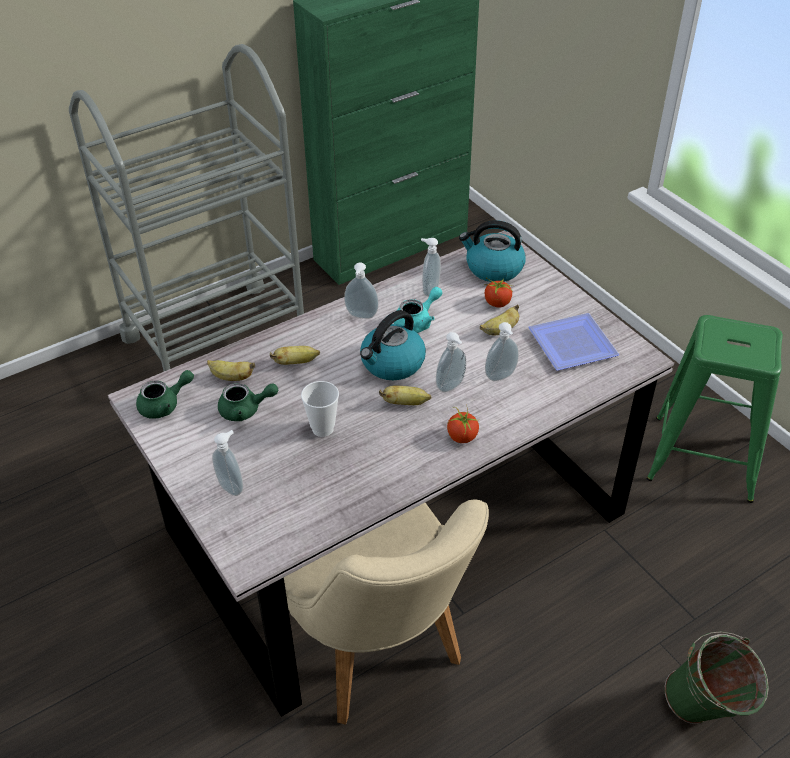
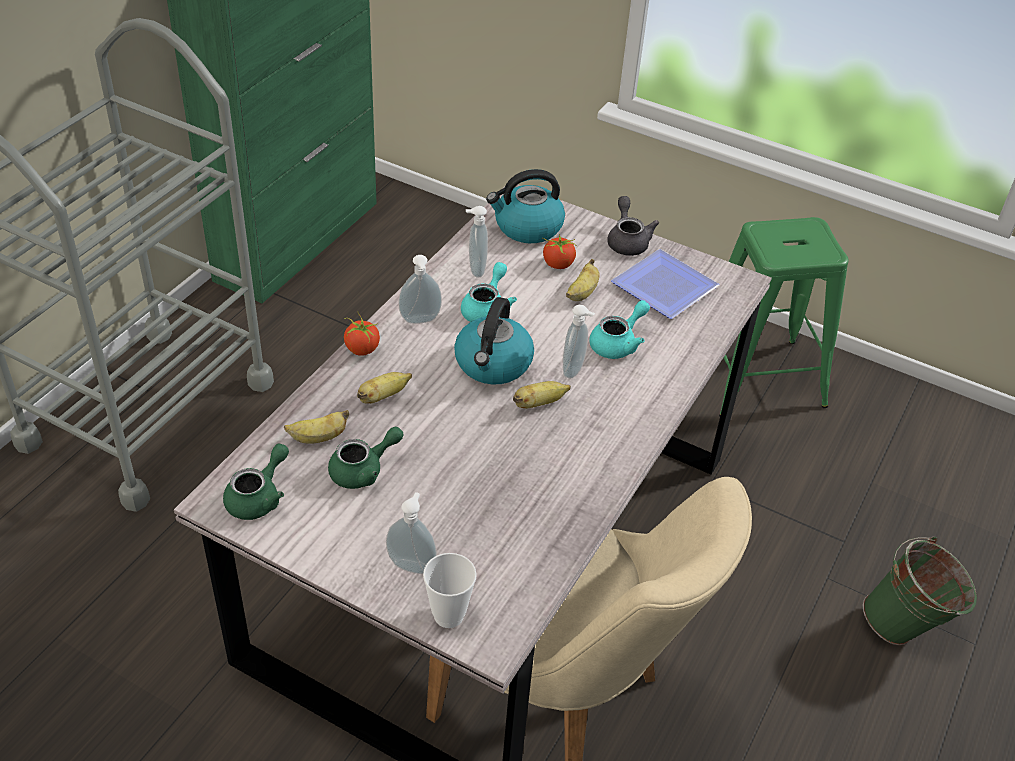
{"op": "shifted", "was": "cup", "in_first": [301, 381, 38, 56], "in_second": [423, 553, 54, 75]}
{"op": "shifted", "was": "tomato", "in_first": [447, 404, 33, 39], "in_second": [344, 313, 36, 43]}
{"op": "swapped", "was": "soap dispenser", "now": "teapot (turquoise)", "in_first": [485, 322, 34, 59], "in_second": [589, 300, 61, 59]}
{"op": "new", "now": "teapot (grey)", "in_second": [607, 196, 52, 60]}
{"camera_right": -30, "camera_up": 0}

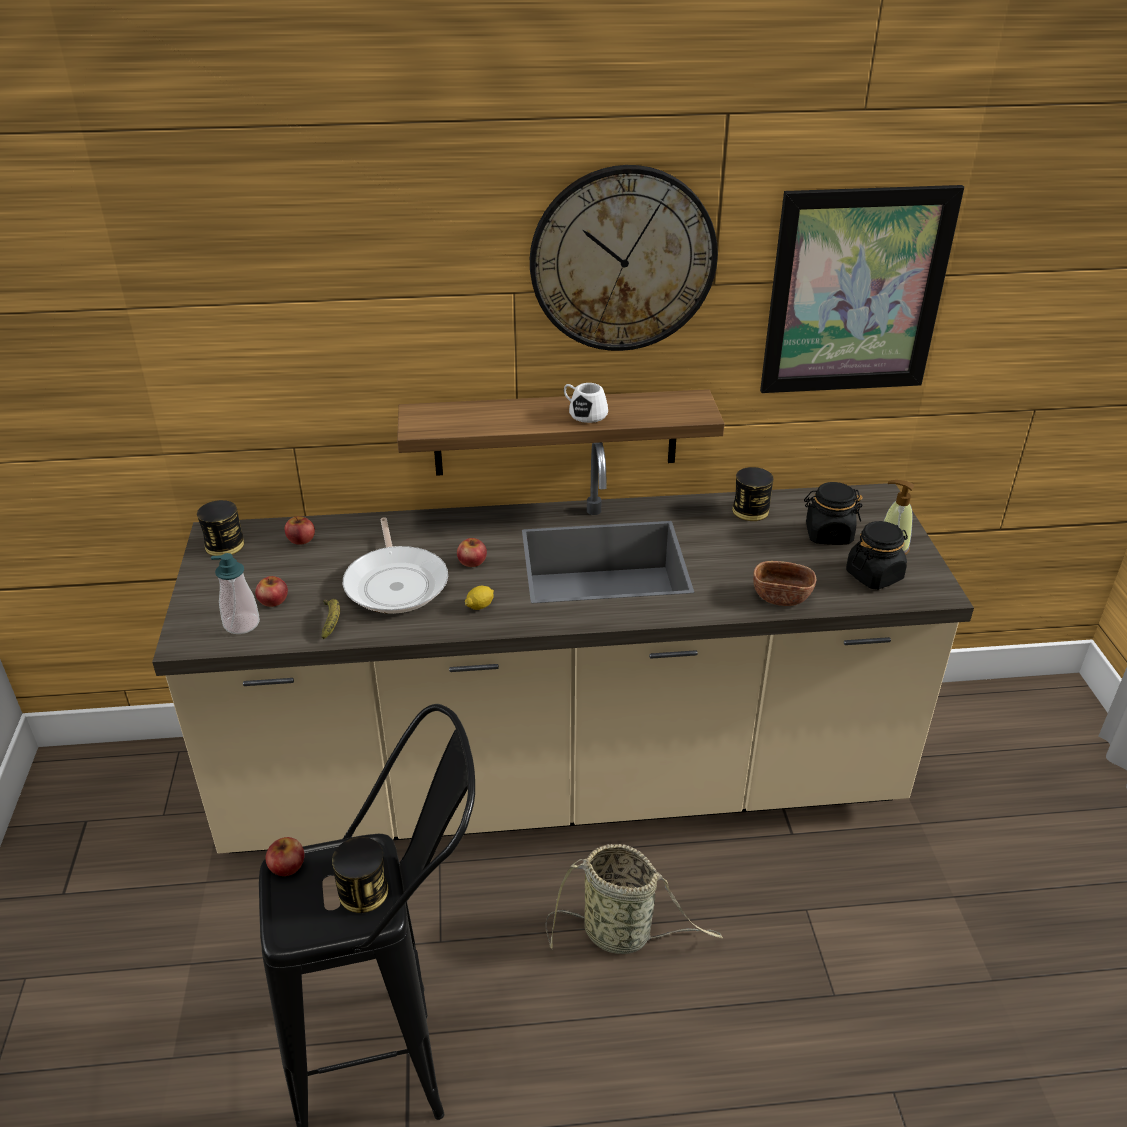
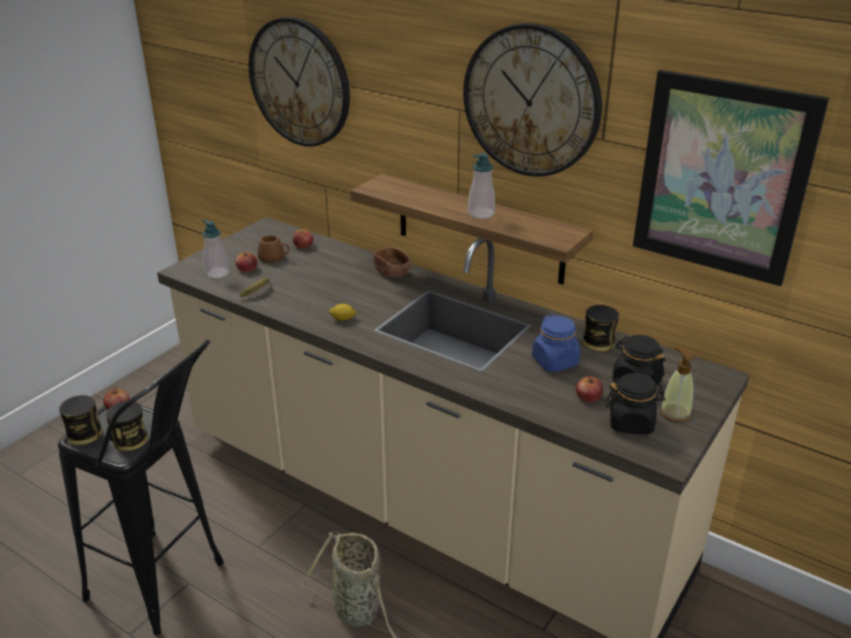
{"op": "shifted", "was": "can", "in_first": [197, 500, 47, 56], "in_second": [59, 395, 43, 50]}
{"op": "gone", "was": "frying pan", "in_first": [343, 517, 105, 97]}
{"op": "shifted", "was": "apple", "in_first": [457, 538, 30, 29], "in_second": [576, 376, 27, 26]}
{"op": "swapped", "was": "mug (white)", "now": "soap dispenser", "in_first": [564, 383, 44, 40], "in_second": [468, 153, 27, 66]}
{"op": "shifted", "was": "bowl (brown)", "in_first": [753, 561, 63, 45], "in_second": [374, 247, 37, 31]}
{"op": "new", "now": "wall clock", "in_second": [249, 17, 101, 130]}
{"op": "new", "now": "mug (brown)", "in_second": [257, 235, 32, 27]}
{"op": "new", "now": "jar (blue)", "in_second": [532, 314, 48, 58]}
{"camera_right": 40, "camera_up": -5}

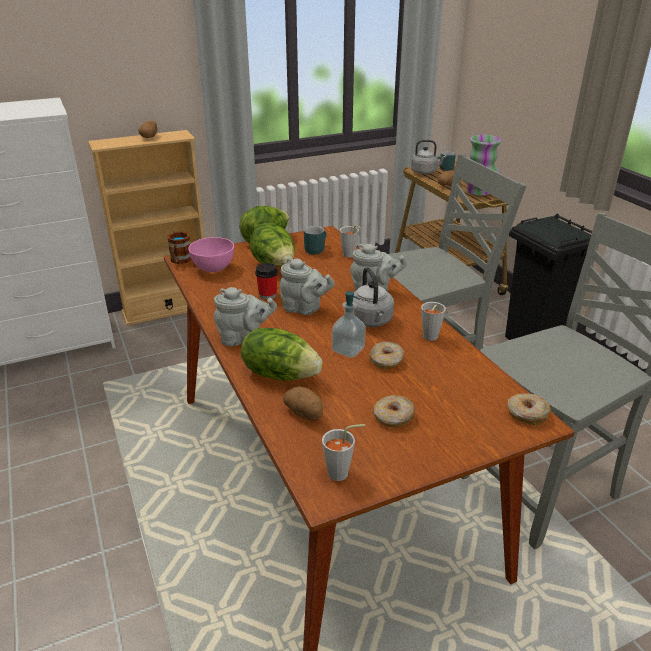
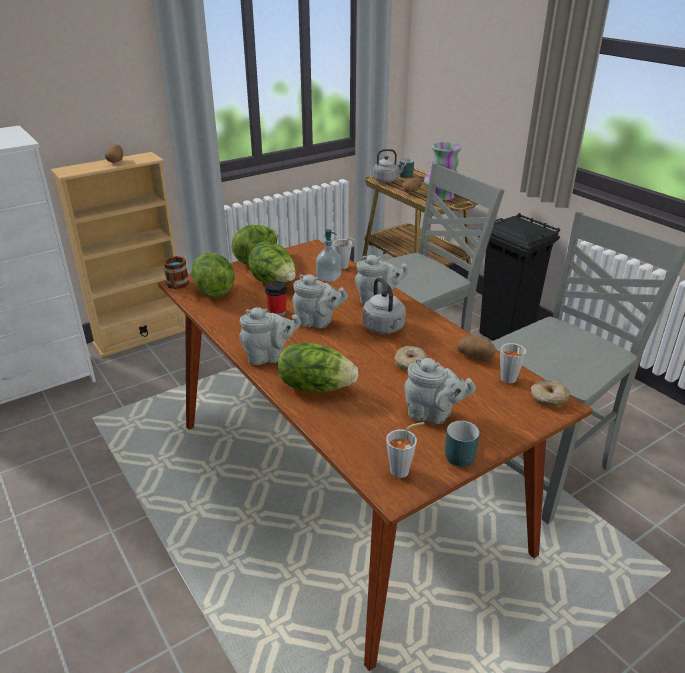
{"op": "swapped", "was": "bowl (pink)", "now": "lettuce", "in_first": [188, 237, 46, 35], "in_second": [191, 253, 44, 45]}
{"op": "shifted", "was": "potato", "in_first": [283, 386, 40, 35], "in_second": [457, 335, 39, 26]}
{"op": "shifted", "was": "mug (turquoise)", "in_first": [304, 226, 23, 29], "in_second": [445, 421, 35, 46]}
{"op": "shifted", "was": "soap dispenser", "in_first": [332, 291, 34, 67], "in_second": [316, 229, 25, 53]}
{"op": "swapped", "was": "donut", "now": "teapot (grey)", "in_first": [373, 395, 42, 32], "in_second": [404, 358, 72, 66]}
{"op": "shifted", "was": "cup (grey)", "in_first": [421, 302, 25, 39], "in_second": [500, 343, 26, 40]}
{"camera_right": -10, "camera_up": 0}

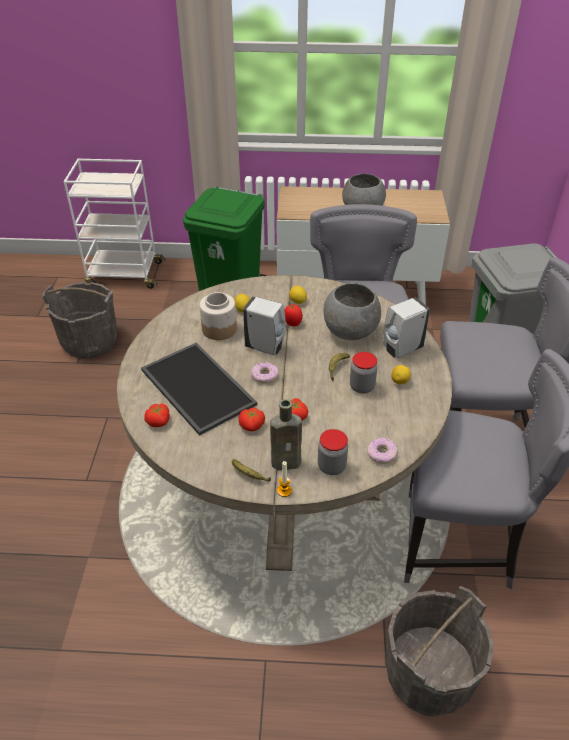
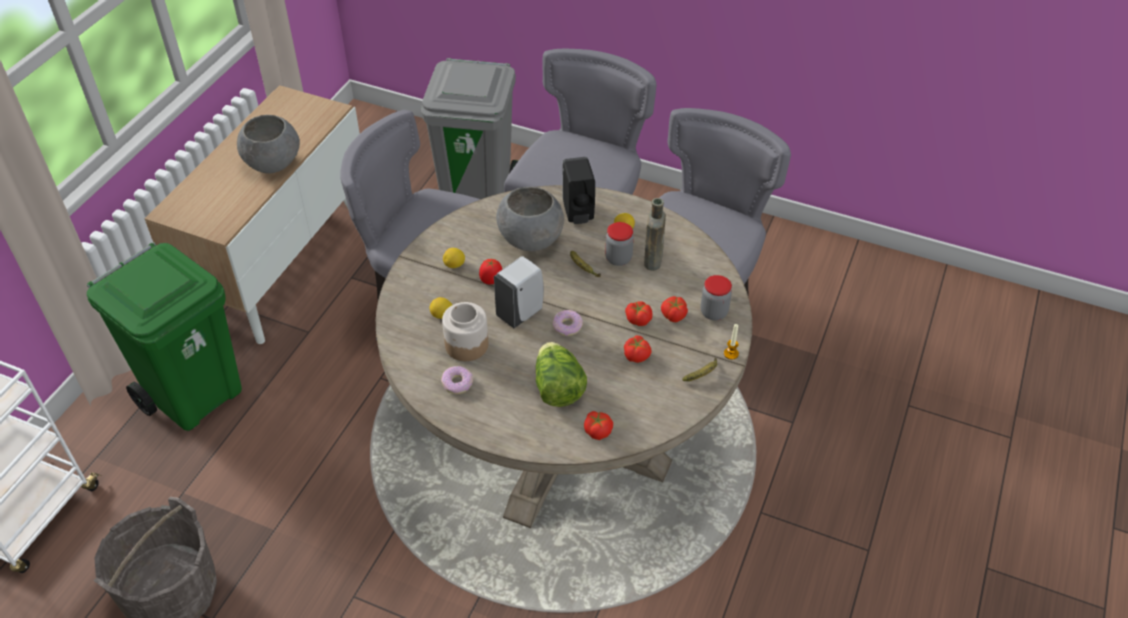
{"op": "swapped", "was": "tray", "now": "lettuce", "in_first": [141, 343, 116, 93], "in_second": [536, 342, 51, 65]}
{"op": "shifted", "was": "bottle (brown)", "in_first": [270, 399, 32, 71], "in_second": [644, 198, 22, 73]}
{"op": "shifted", "was": "donut", "in_first": [367, 438, 31, 26], "in_second": [441, 366, 32, 28]}
{"op": "repainted", "was": "soap dispenser (white)", "now": "soap dispenser (black)", "in_first": [384, 297, 46, 61], "in_second": [562, 157, 33, 67]}
{"op": "gone", "was": "bucket (grey)", "in_first": [386, 586, 108, 130]}
{"op": "new", "now": "tomato", "in_second": [661, 296, 27, 26]}
{"camera_right": -70, "camera_up": 5}

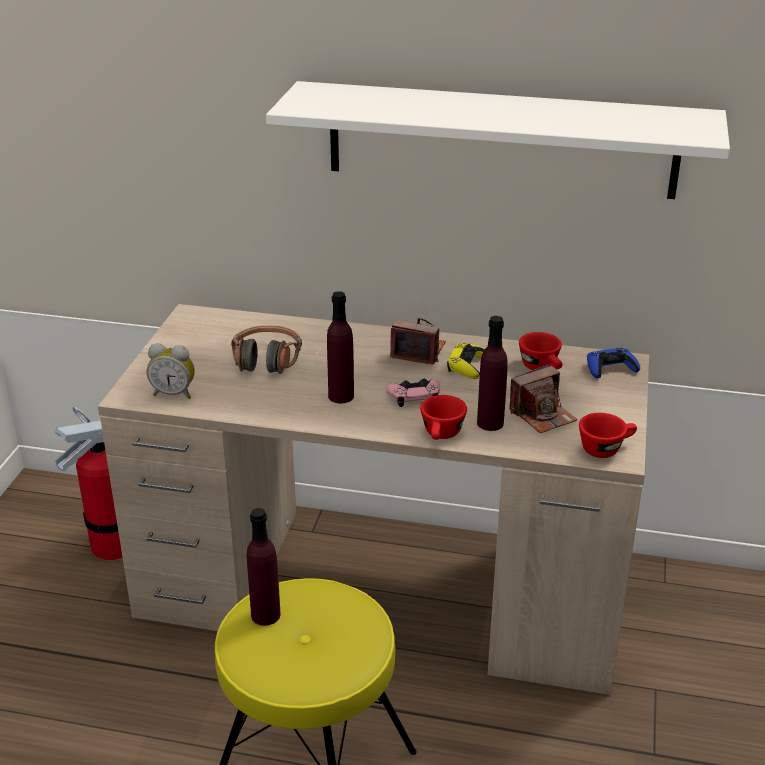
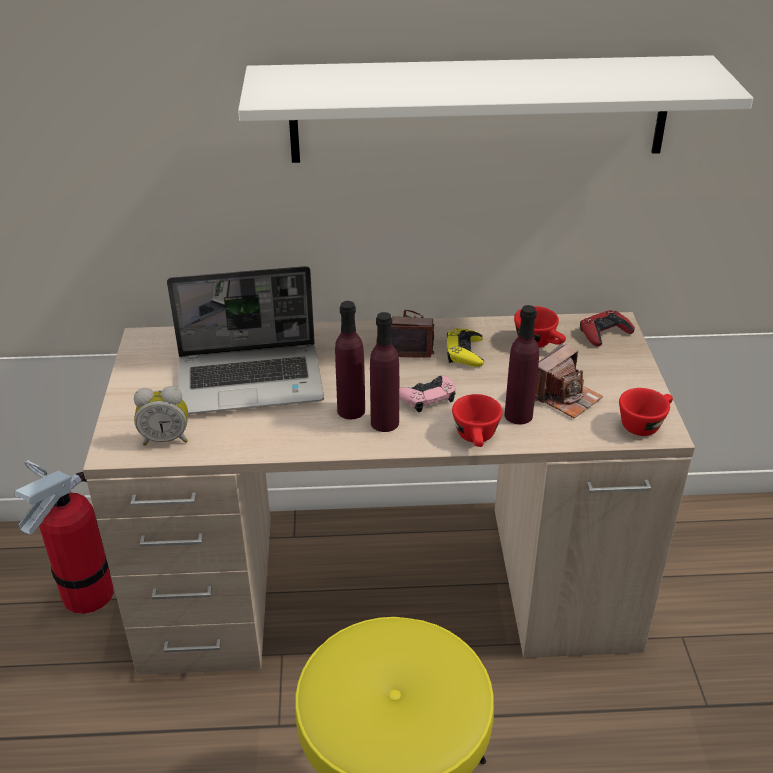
{"op": "swapped", "was": "headphones", "now": "laptop", "in_first": [231, 325, 71, 49], "in_second": [167, 266, 157, 148]}
{"op": "shifted", "was": "bottle (purple)", "in_first": [247, 508, 33, 118], "in_second": [370, 312, 29, 120]}
{"op": "repainted", "was": "game controller (blue)", "now": "game controller (red)", "in_first": [587, 348, 53, 30], "in_second": [580, 310, 55, 37]}
{"camera_right": -15, "camera_up": 5}

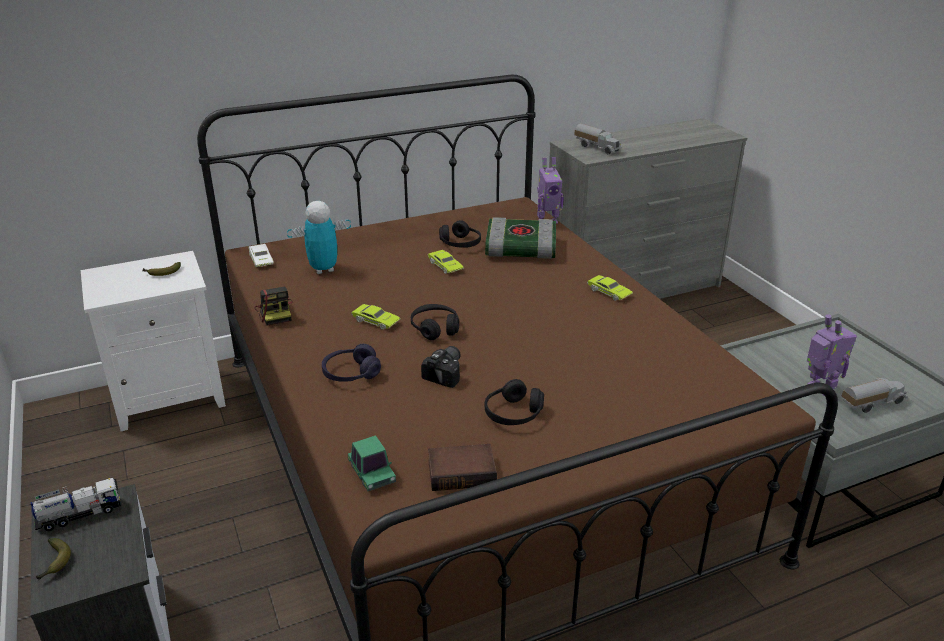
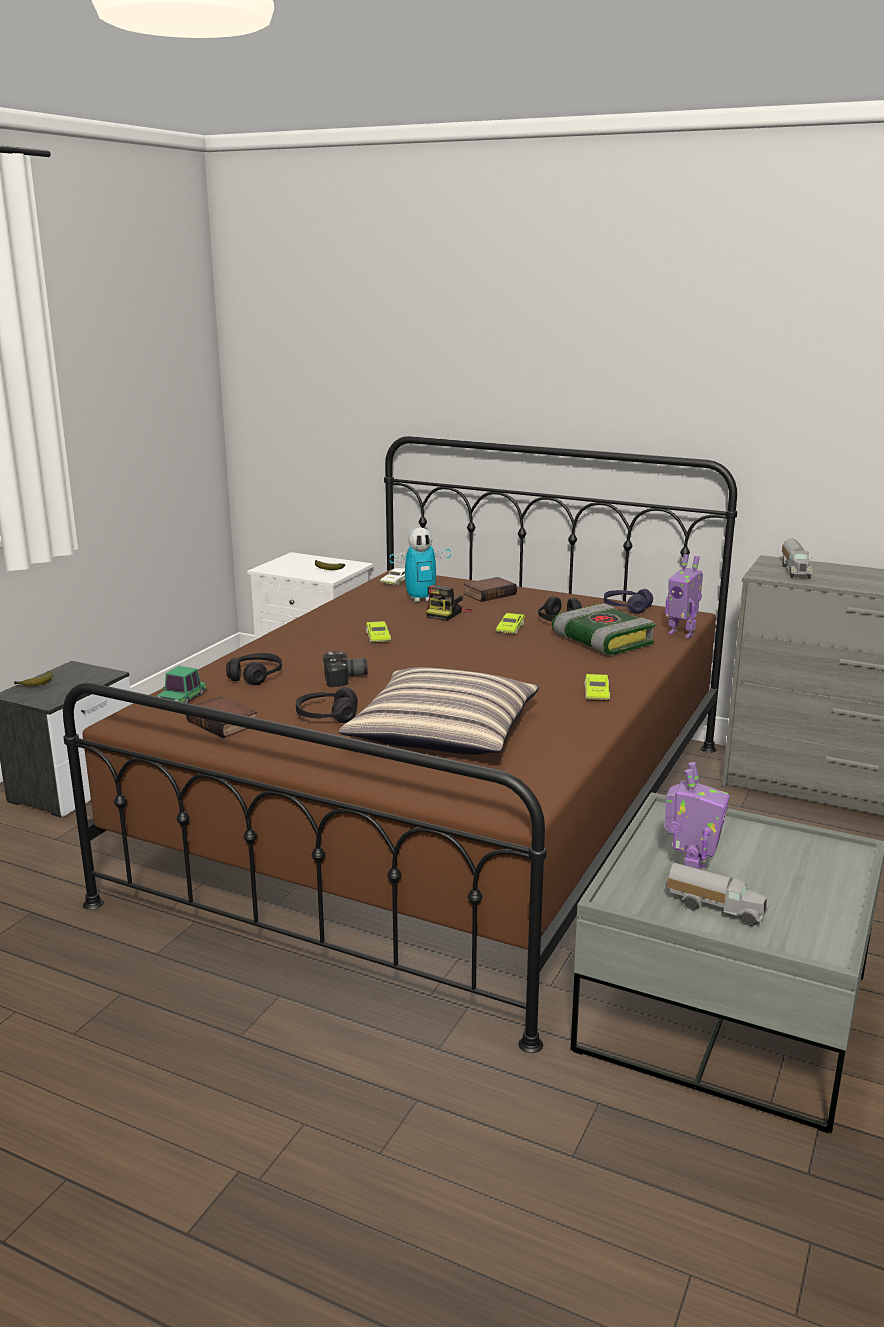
{"op": "gone", "was": "toy truck", "in_first": [31, 478, 90, 53]}
{"op": "shifted", "was": "photo camera", "in_first": [255, 286, 37, 40], "in_second": [426, 585, 47, 36]}
{"op": "rotated", "was": "toy robot", "in_first": [287, 201, 64, 73], "in_second": [390, 528, 61, 74], "clockwise": 135}
{"op": "shifted", "was": "headphones (purple)", "in_first": [322, 344, 59, 38], "in_second": [604, 589, 49, 25]}
{"op": "shifted", "was": "headphones (black)", "in_first": [411, 304, 48, 36], "in_second": [226, 653, 56, 32]}
{"op": "new", "now": "pillow", "in_second": [338, 667, 201, 88]}
{"op": "new", "now": "book", "in_second": [464, 577, 53, 25]}
{"camera_right": 50, "camera_up": -10}

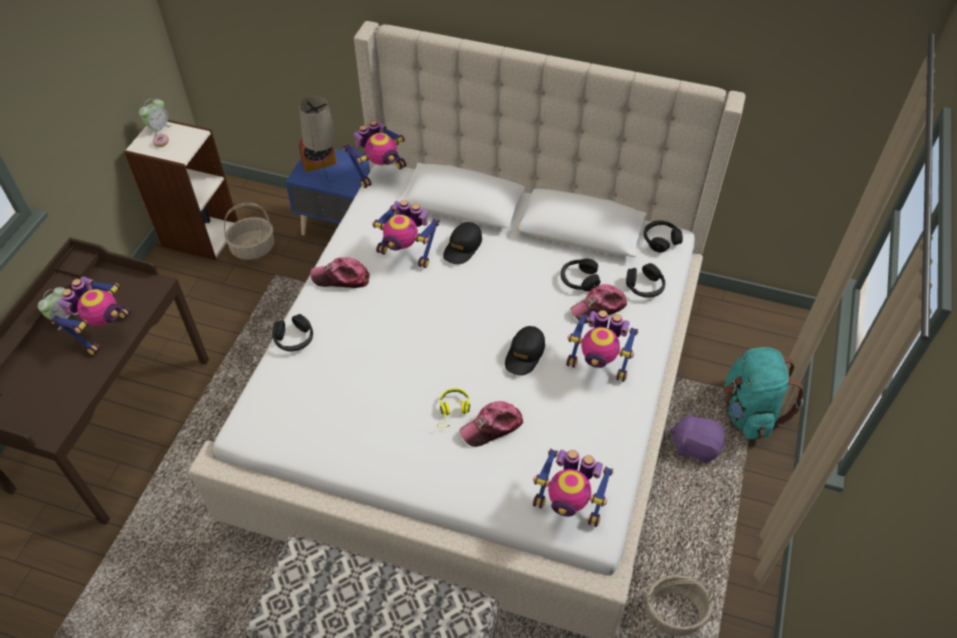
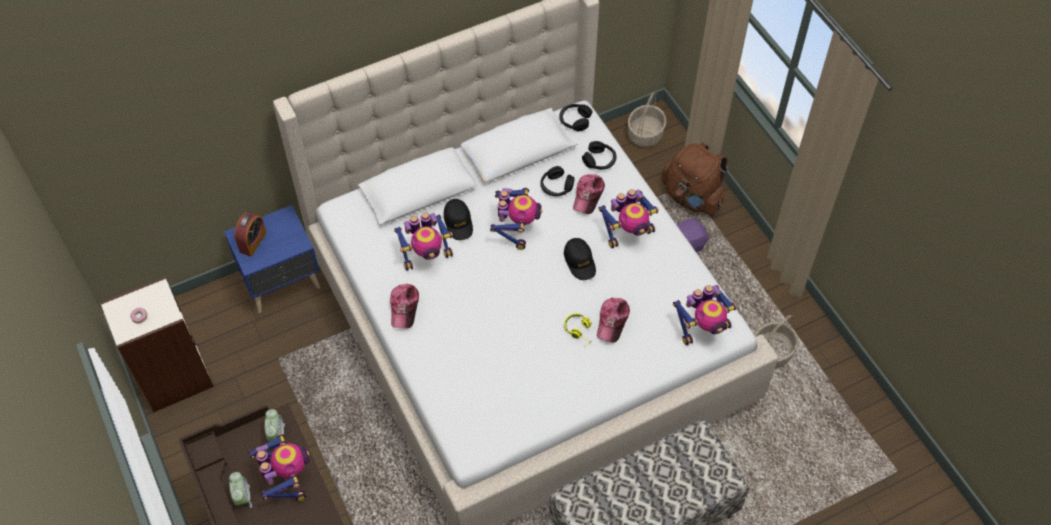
{"op": "shifted", "was": "alarm clock", "in_first": [139, 99, 33, 38], "in_second": [265, 409, 20, 32]}
{"op": "shifted", "was": "basket", "in_first": [224, 203, 50, 57], "in_second": [628, 92, 38, 55]}
{"op": "gone", "was": "headphones (black)", "in_first": [272, 314, 41, 38]}
{"op": "gone", "was": "table lamp (beige)", "in_first": [299, 96, 38, 86]}
{"op": "rotated", "was": "cap", "in_first": [310, 257, 60, 31], "in_second": [390, 284, 29, 44], "clockwise": -45}
{"op": "shifted", "was": "toy robot", "in_first": [343, 120, 63, 68], "in_second": [490, 188, 52, 62]}
{"op": "repainted", "was": "backpack (turquoise)", "now": "backpack (brown)", "in_first": [722, 347, 81, 92], "in_second": [661, 143, 67, 72]}
{"camera_right": -45, "camera_up": 5}

